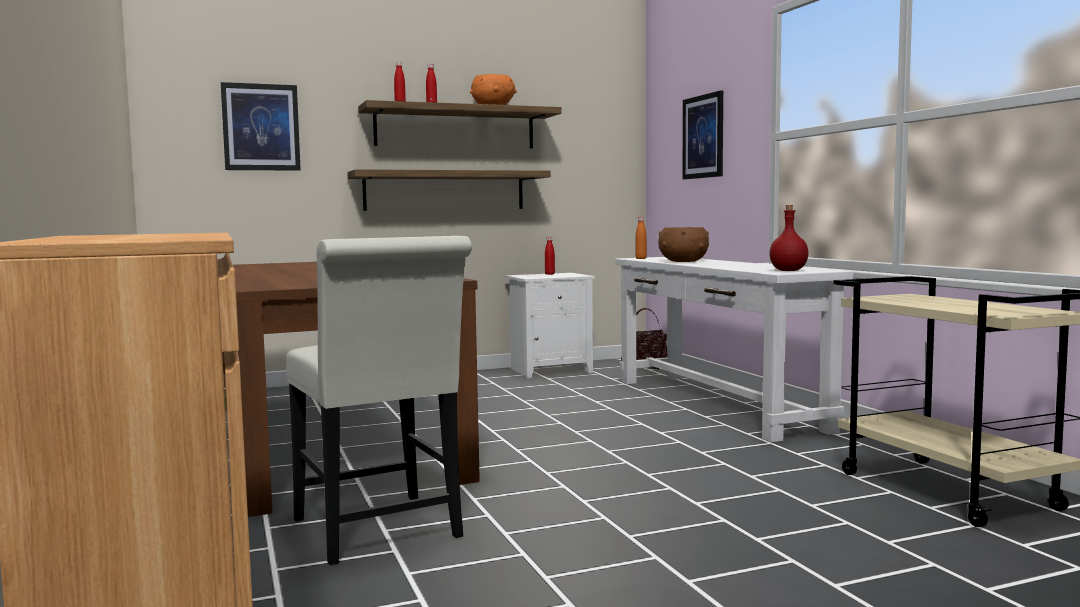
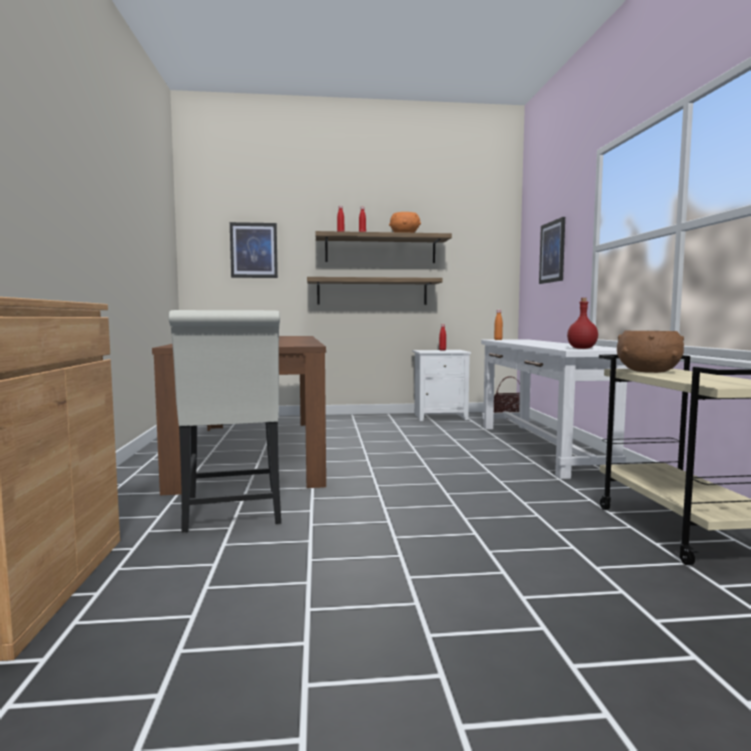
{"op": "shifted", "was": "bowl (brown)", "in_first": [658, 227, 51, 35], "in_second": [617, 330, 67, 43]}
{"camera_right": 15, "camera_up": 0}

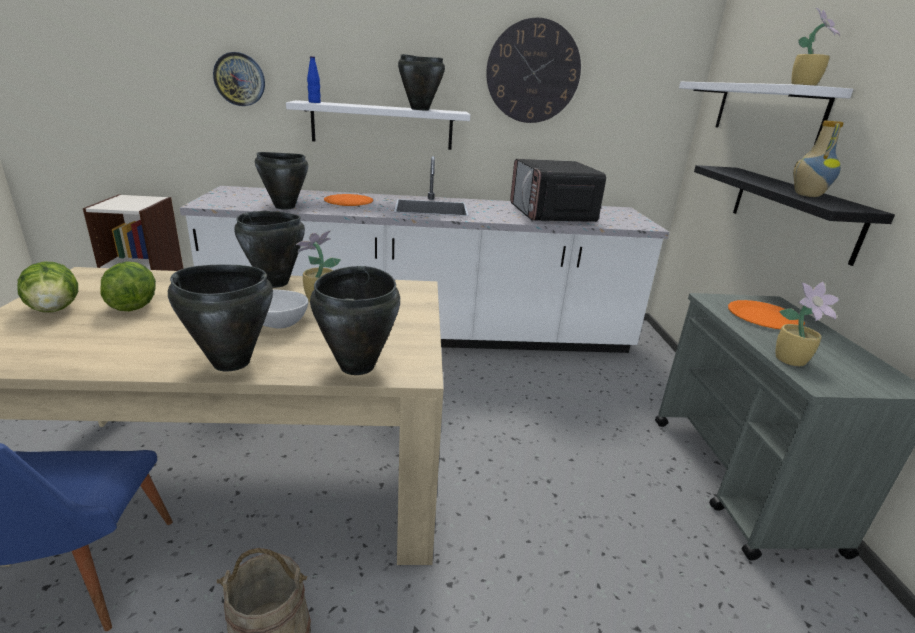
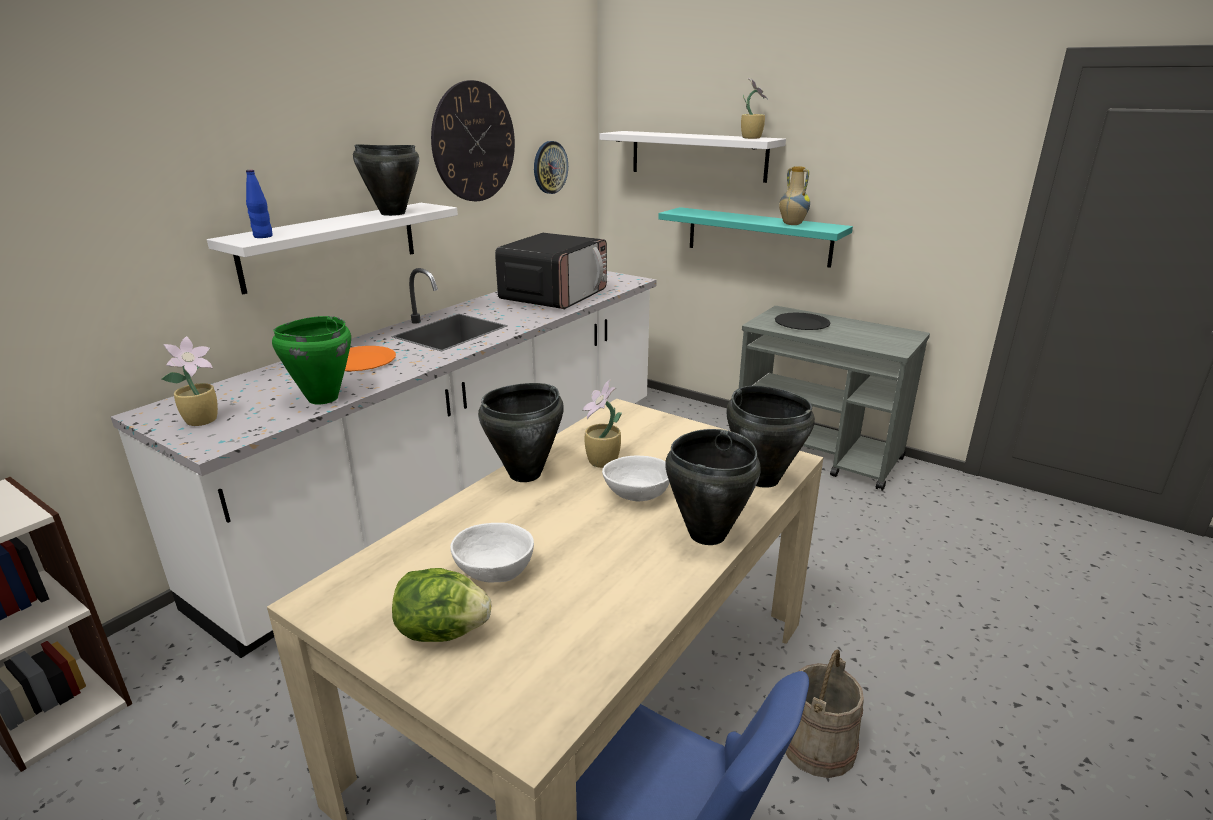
{"op": "swapped", "was": "lettuce", "now": "bowl (white)", "in_first": [101, 261, 55, 50], "in_second": [450, 523, 84, 60]}
{"op": "shifted", "was": "wall clock", "in_first": [213, 52, 52, 54], "in_second": [534, 141, 34, 53]}
{"op": "repainted", "was": "cooking pot (black)", "now": "cooking pot (green)", "in_first": [255, 152, 53, 58], "in_second": [272, 316, 79, 88]}
{"op": "rotated", "was": "microwave", "in_first": [510, 159, 96, 63], "in_second": [495, 233, 112, 76], "clockwise": -90}
{"op": "repainted", "was": "shelf (black)", "now": "shelf (turquoise)", "in_first": [694, 165, 201, 101], "in_second": [658, 207, 195, 61]}
{"op": "repainted", "was": "plate (orange)", "now": "plate (black)", "in_first": [728, 300, 77, 29], "in_second": [775, 312, 56, 18]}
{"op": "shifted", "was": "potted plant", "in_first": [776, 282, 63, 84], "in_second": [161, 336, 57, 90]}
{"camera_right": -50, "camera_up": 0}

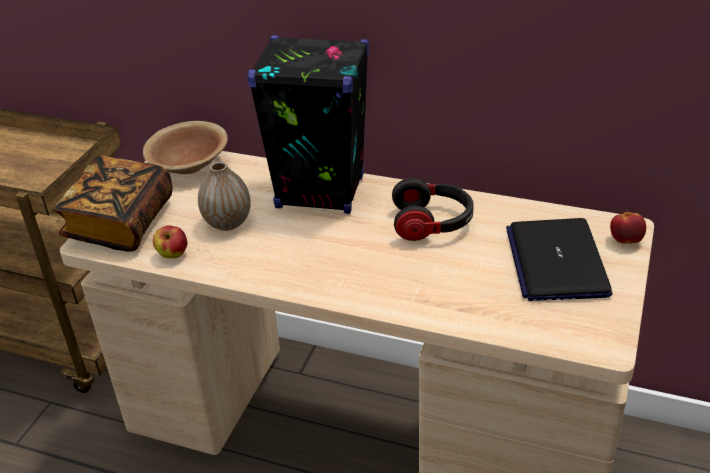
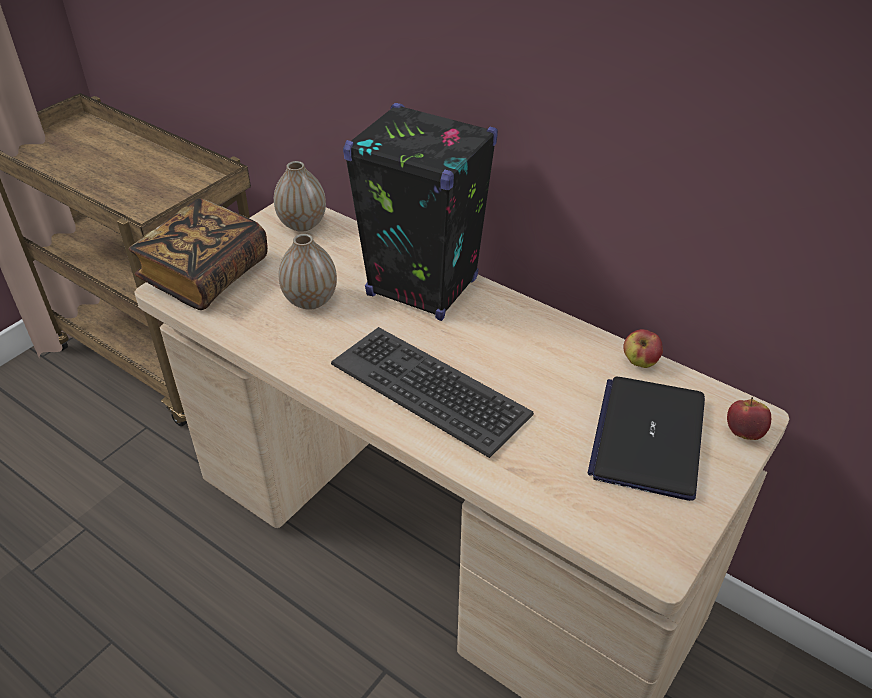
{"op": "swapped", "was": "bowl (brown)", "now": "vase", "in_first": [143, 121, 85, 53], "in_second": [274, 161, 52, 71]}
{"op": "shifted", "was": "apple", "in_first": [153, 225, 34, 33], "in_second": [623, 329, 40, 39]}
{"op": "gone", "was": "headphones", "in_first": [392, 178, 82, 63]}
{"op": "new", "now": "keyboard", "in_second": [331, 327, 203, 131]}
{"camera_right": 15, "camera_up": 5}

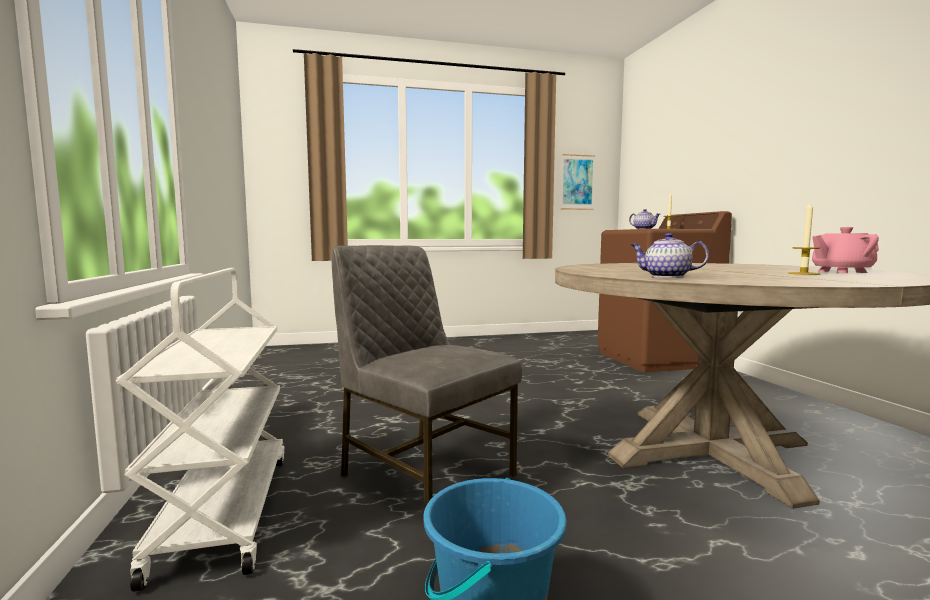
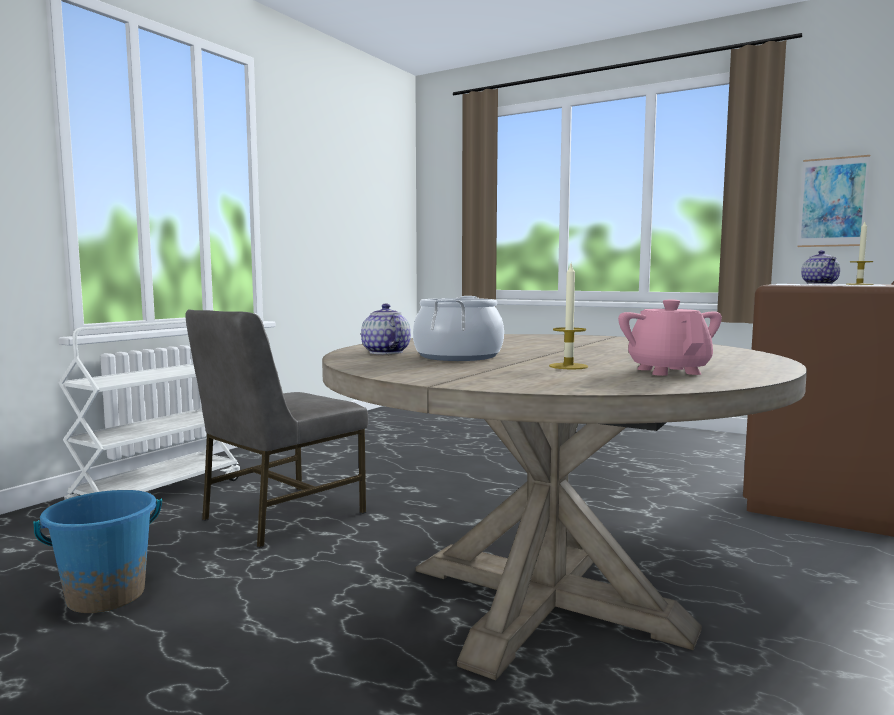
{"op": "rotated", "was": "chair (grey)", "in_first": [332, 245, 190, 265], "in_second": [185, 309, 183, 239], "clockwise": -135}
{"op": "rotated", "was": "teapot (pink)", "in_first": [812, 227, 67, 46], "in_second": [618, 300, 104, 76], "clockwise": 45}
{"op": "new", "now": "cooking pot", "in_second": [413, 296, 91, 65]}
{"camera_right": 45, "camera_up": 0}

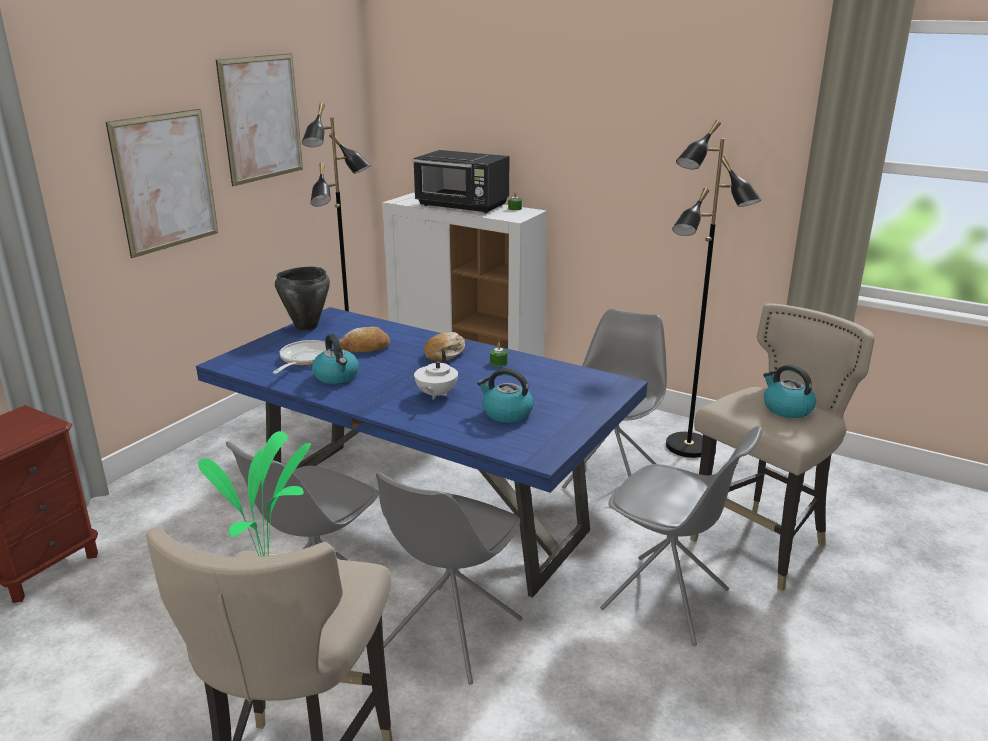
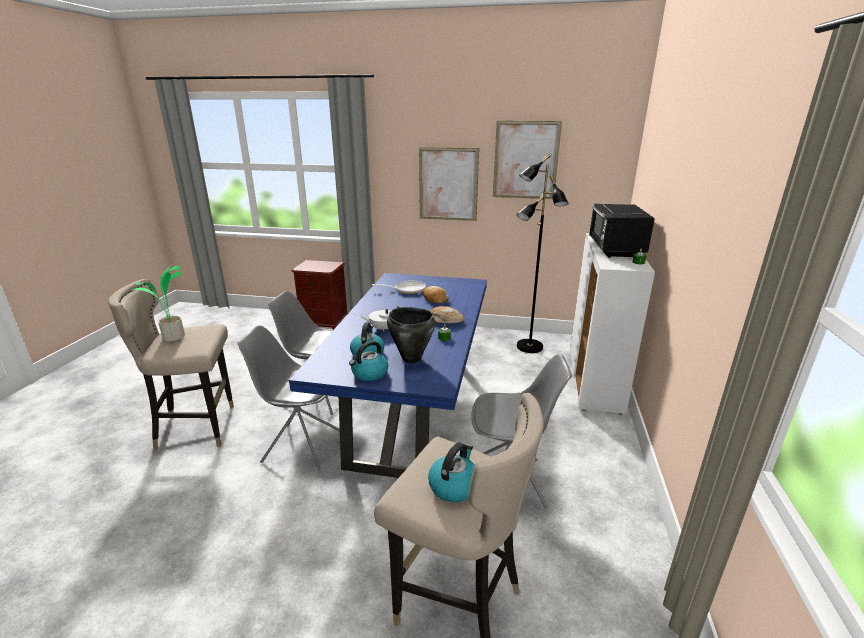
{"op": "shifted", "was": "cooking pot (black)", "in_first": [275, 267, 55, 64], "in_second": [387, 307, 49, 56]}
{"op": "shifted", "was": "kettle", "in_first": [312, 334, 47, 50], "in_second": [349, 341, 39, 40]}
{"op": "gone", "was": "chair (grey)", "in_first": [600, 426, 162, 220]}
{"op": "gone", "was": "floor lamp (black)", "in_first": [666, 120, 95, 338]}
{"camera_right": 70, "camera_up": 0}

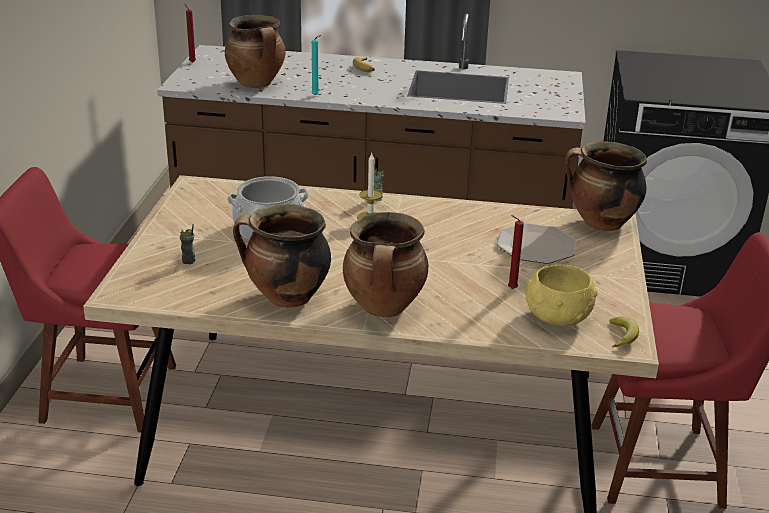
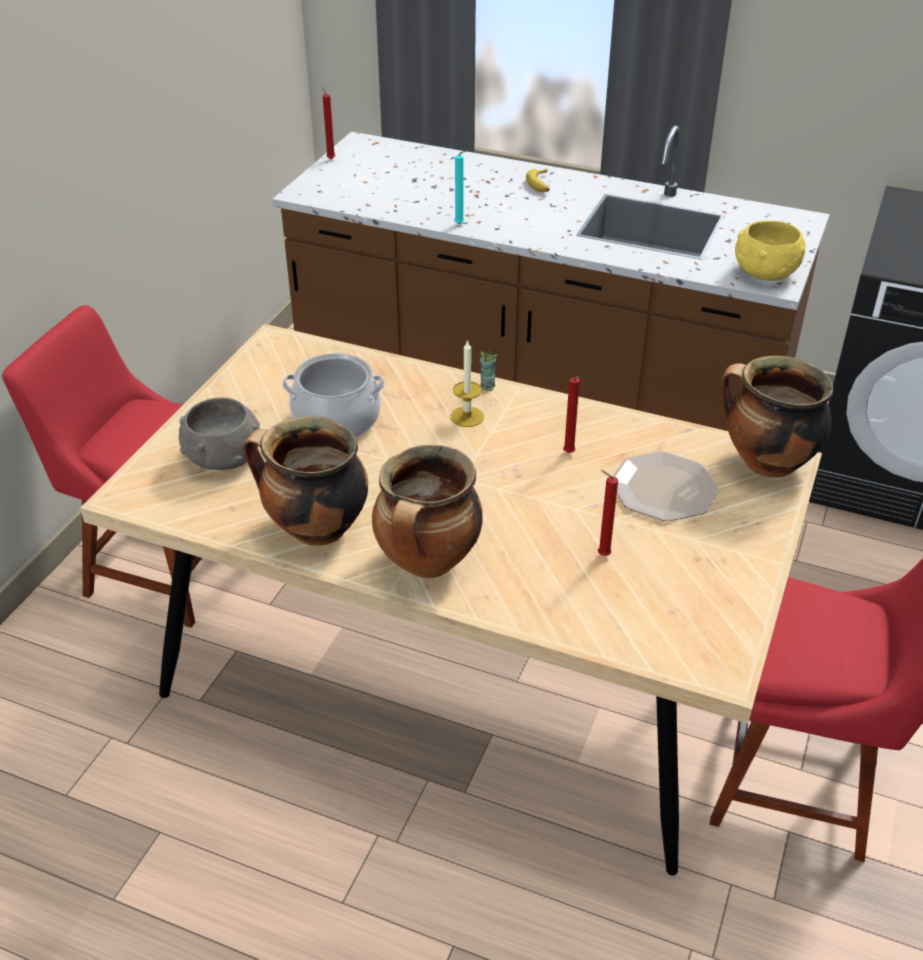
{"op": "swapped", "was": "cup", "now": "bowl (grey)", "in_first": [180, 224, 15, 40], "in_second": [179, 397, 81, 73]}
{"op": "gone", "was": "cooking pot", "in_first": [225, 15, 61, 73]}
{"op": "shifted", "was": "bowl (yellow)", "in_first": [526, 265, 72, 61], "in_second": [735, 221, 70, 60]}
{"op": "gone", "was": "banana", "in_first": [609, 317, 30, 30]}
{"op": "new", "now": "candle (red)", "in_second": [563, 376, 17, 77]}
{"camera_right": 15, "camera_up": 10}

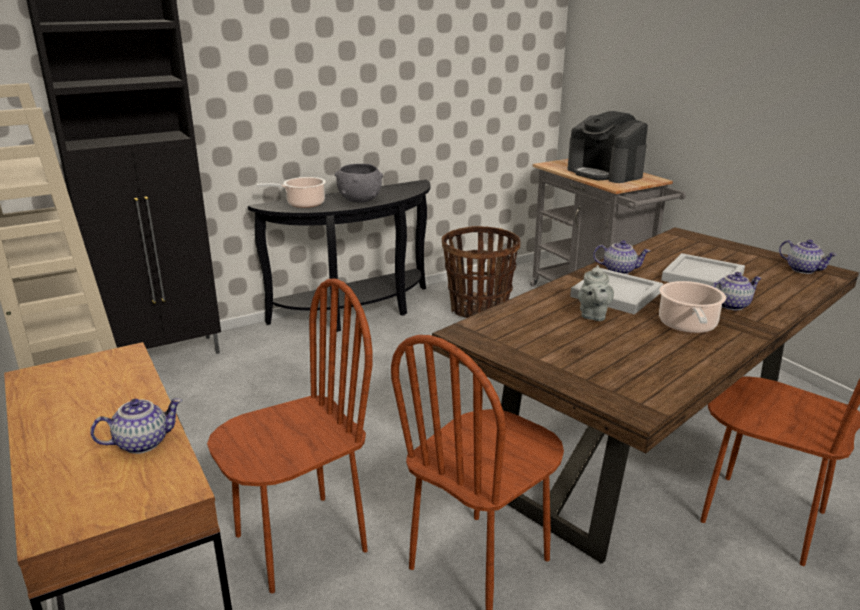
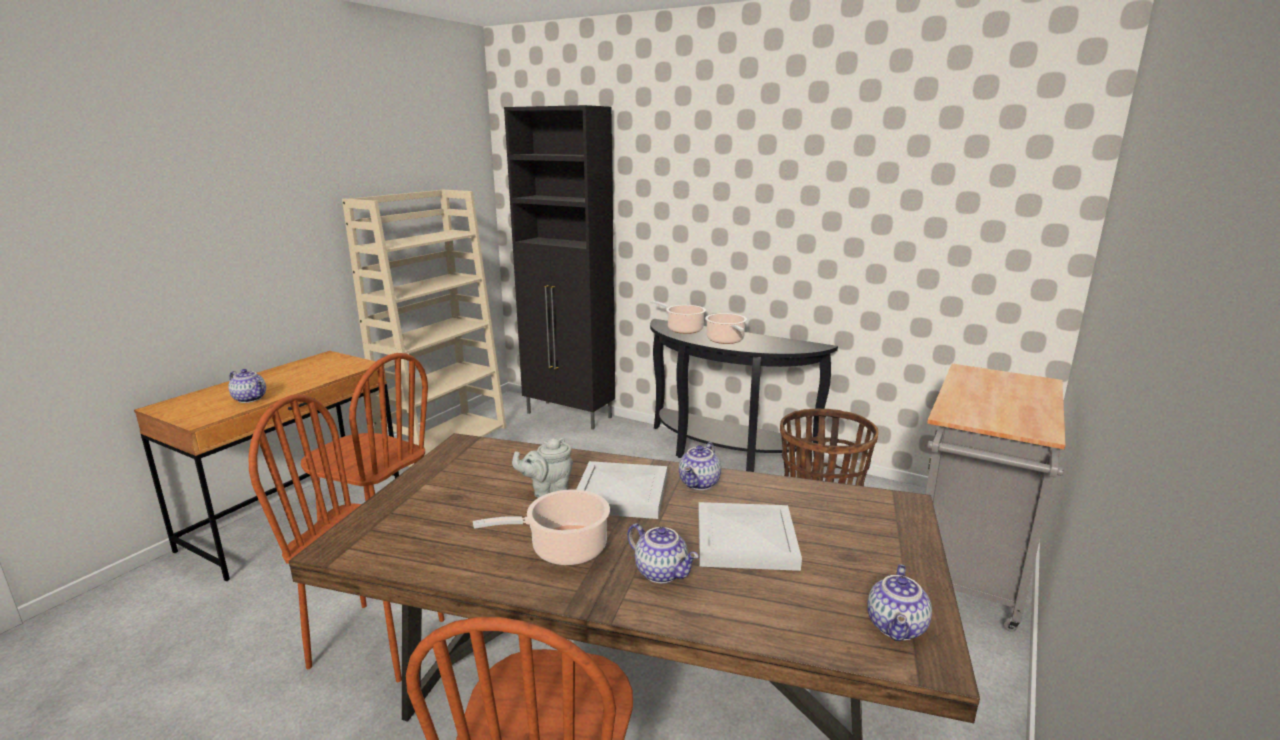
{"op": "swapped", "was": "bowl (grey)", "now": "cooking pot", "in_first": [335, 164, 48, 39], "in_second": [705, 313, 42, 31]}
{"op": "gone", "was": "coffee machine", "in_first": [567, 111, 81, 72]}
{"op": "rotated", "was": "teapot", "in_first": [593, 240, 57, 34], "in_second": [679, 442, 42, 48], "clockwise": 45}
{"camera_right": 60, "camera_up": -5}

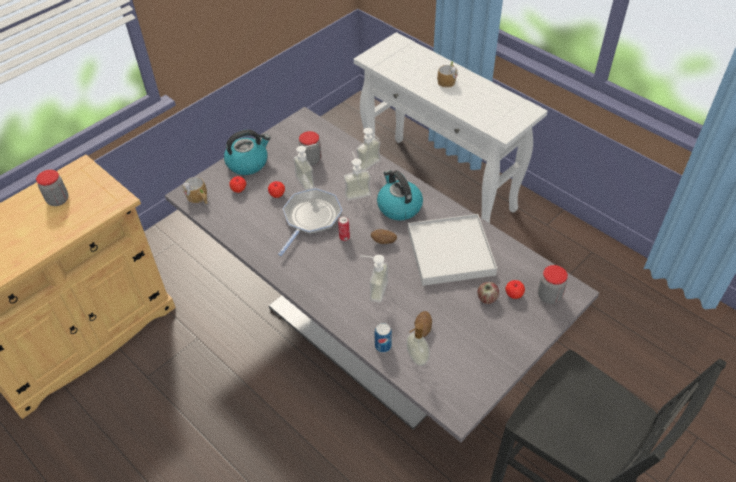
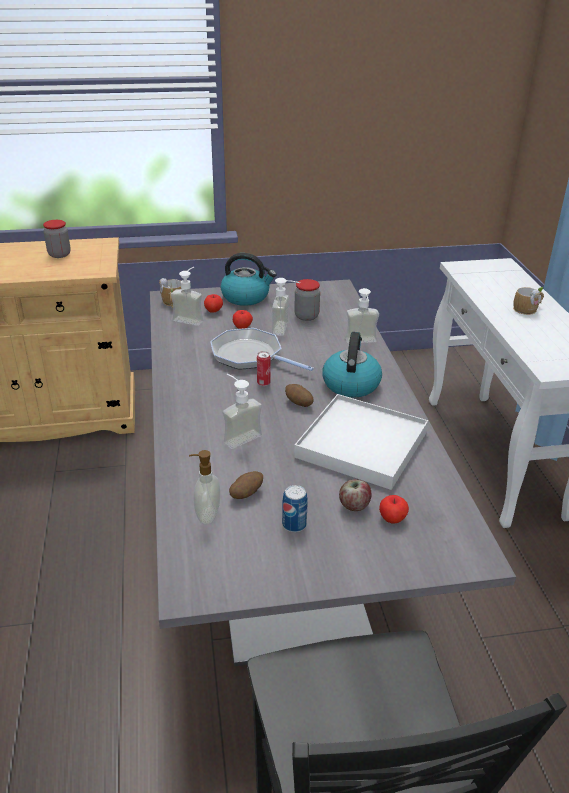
{"op": "rotated", "was": "frying pan", "in_first": [278, 188, 64, 68], "in_second": [210, 328, 104, 43], "clockwise": -120}
{"op": "shifted", "was": "soap dispenser", "in_first": [344, 151, 27, 49], "in_second": [171, 267, 32, 59]}
{"op": "shifted", "was": "can", "in_first": [375, 323, 17, 30], "in_second": [282, 485, 26, 47]}
{"op": "gone", "was": "jar", "in_first": [538, 265, 30, 39]}
{"camera_right": 35, "camera_up": -15}

